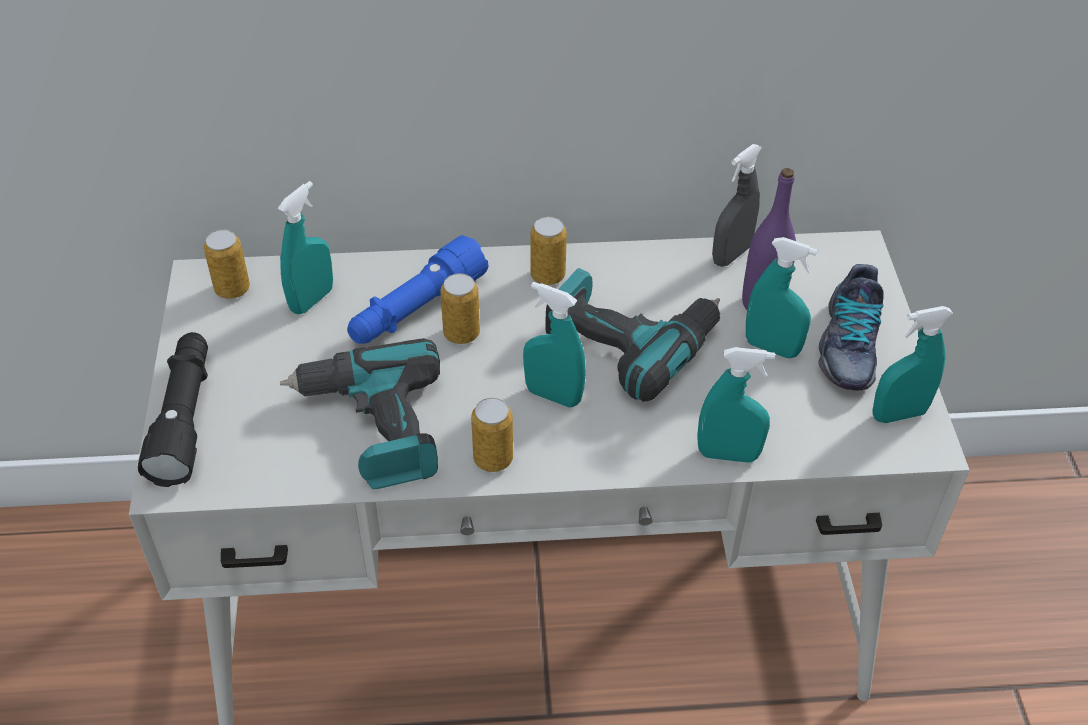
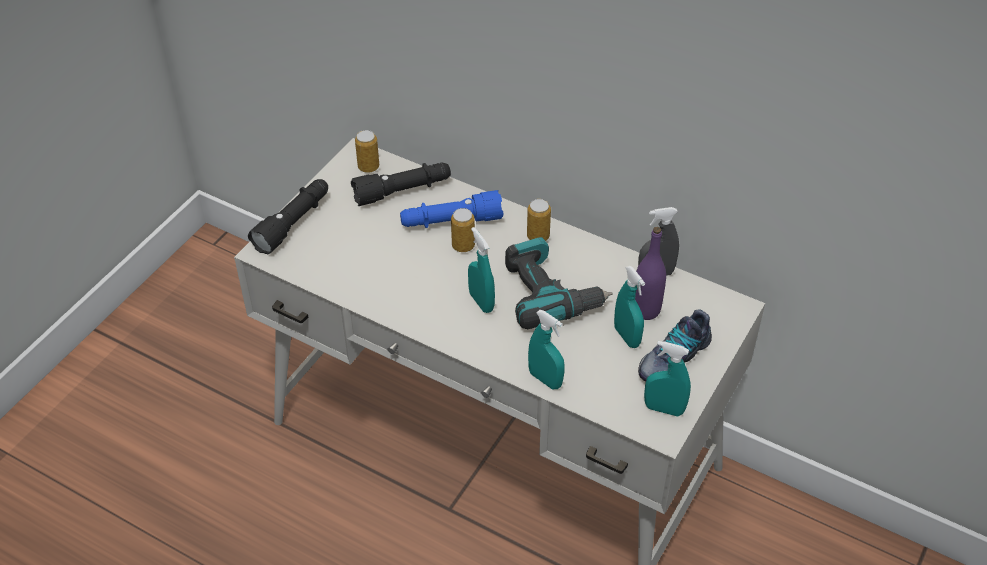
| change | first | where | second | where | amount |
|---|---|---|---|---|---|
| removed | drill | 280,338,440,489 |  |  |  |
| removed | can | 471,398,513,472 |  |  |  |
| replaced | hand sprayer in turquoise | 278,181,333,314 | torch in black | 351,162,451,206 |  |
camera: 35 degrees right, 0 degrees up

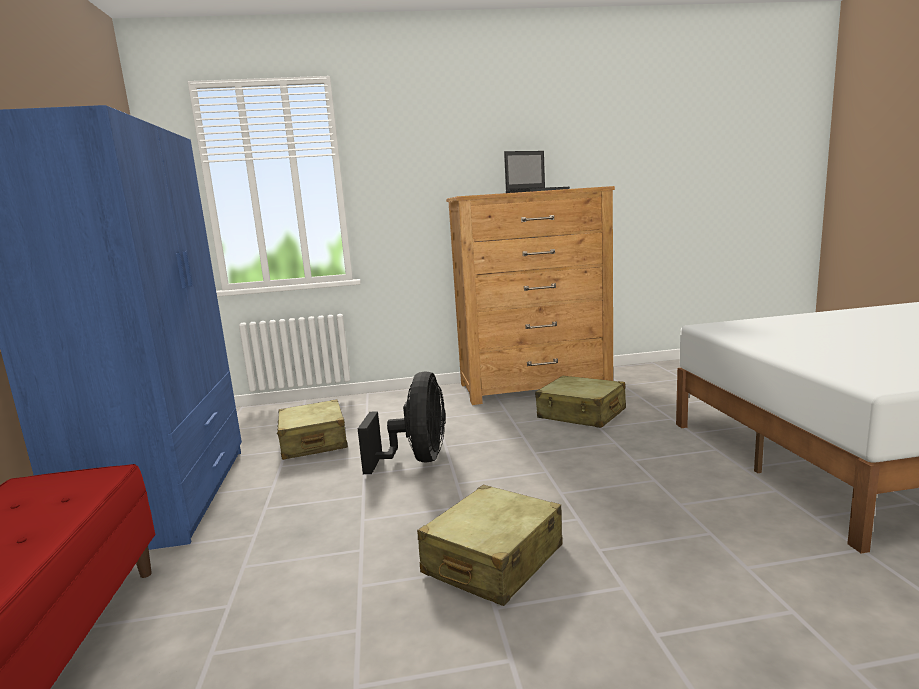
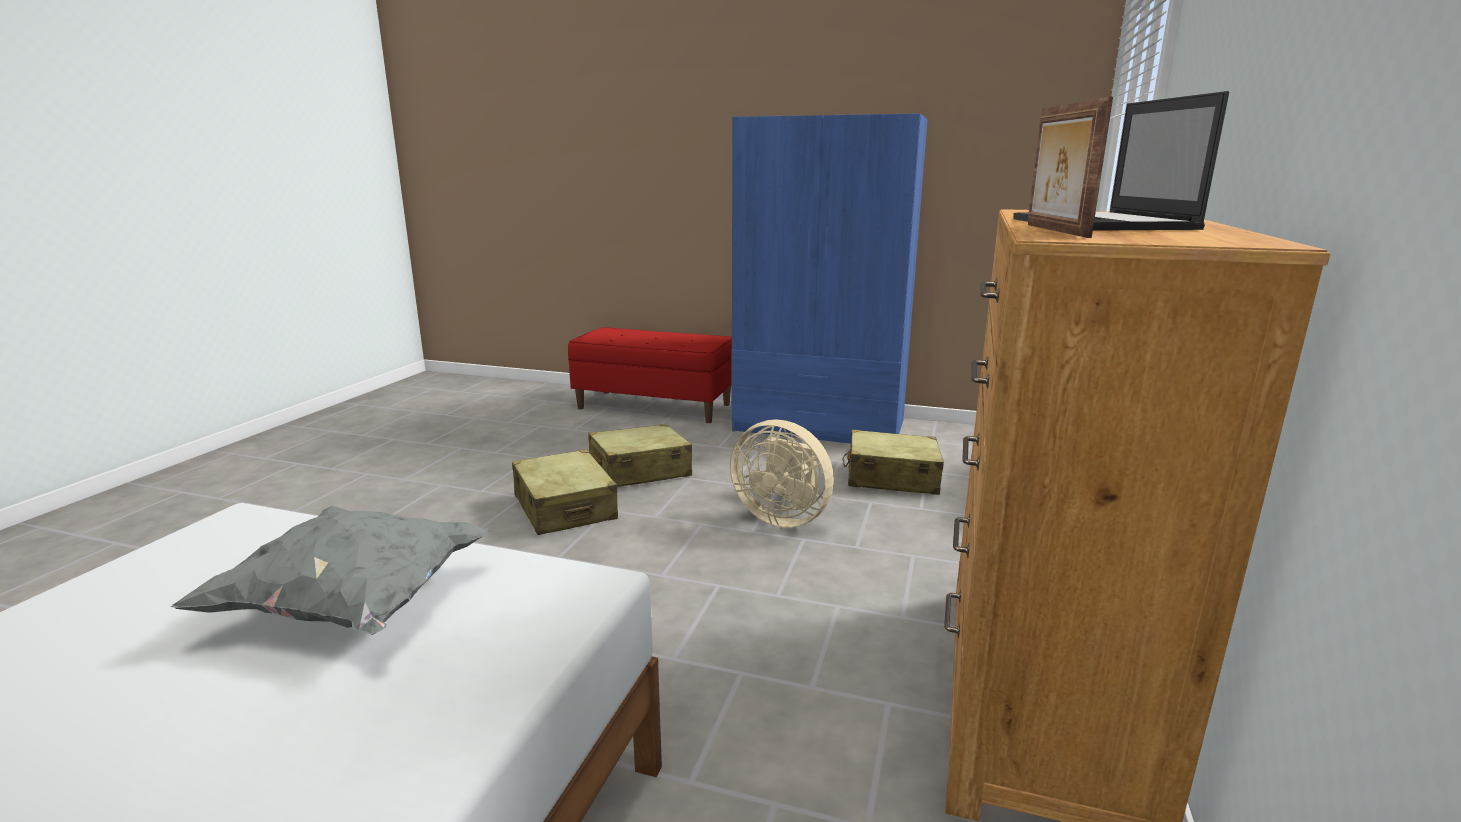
| change | first | where | second | where | amount |
|---|---|---|---|---|---|
| added |  |  | pillow in gray | 171,506,490,635 |  |
| added |  |  | photo frame | 1028,97,1113,238 |  |
| moved | travel case in beige-coloured | 535,376,626,428 |  | 588,424,692,487 |  |
| recoloured | fan in black | 358,371,446,474 | fan in beige-coloured | 730,419,834,528 |  |
camera: 115 degrees right, 5 degrees up

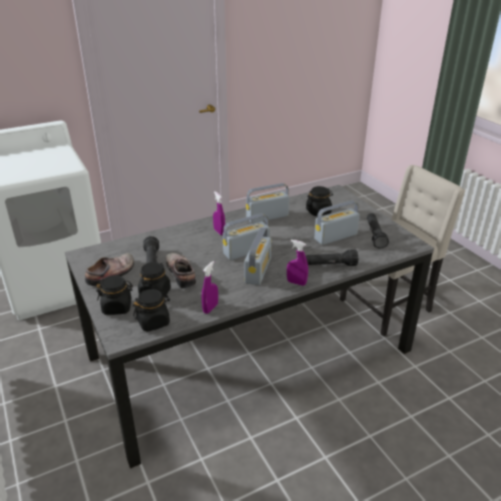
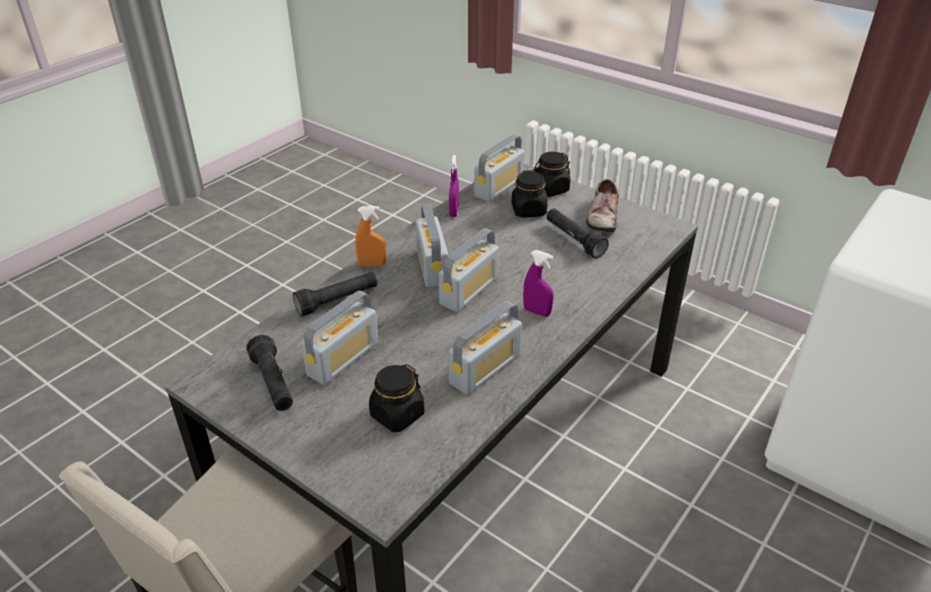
| change | first | where | second | where | amount |
|---|---|---|---|---|---|
| removed | low shoe | 166,253,196,288 |  |  |  |
| replaced | preserve jar in black | 133,289,170,332 | radio receiver | 474,135,525,202 |  |
| recoloured | hand sprayer in purplish | 287,240,308,286 | hand sprayer in orange-coloured | 355,206,387,266 |  |
camera: 155 degrees right, 5 degrees up

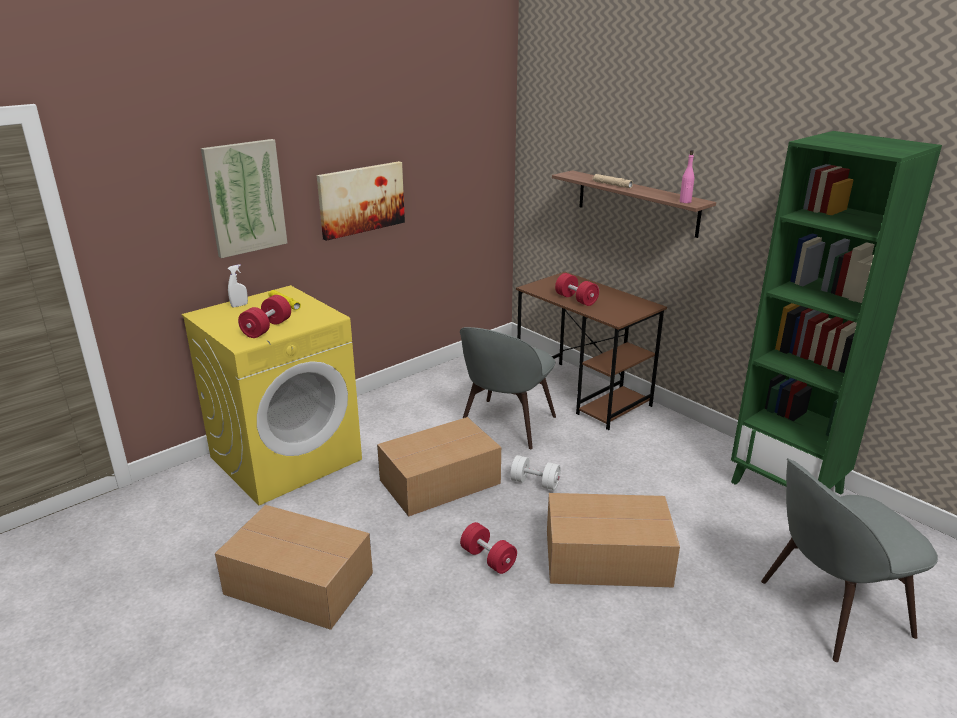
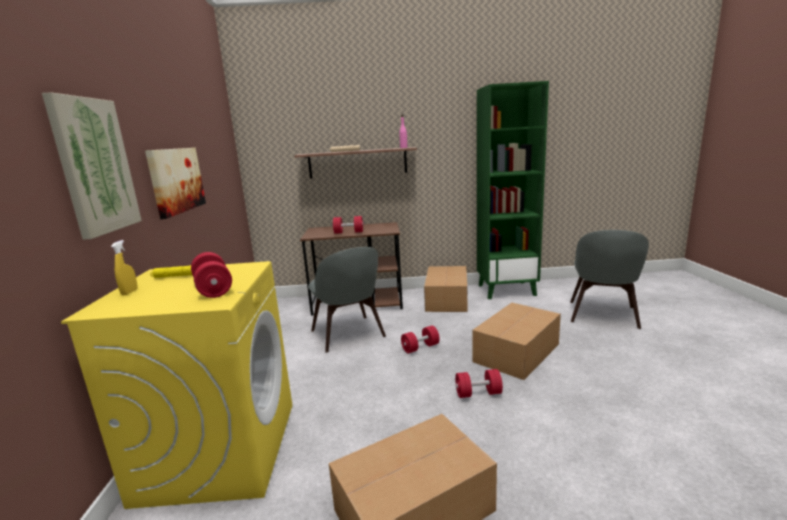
| change | first | where | second | where | amount |
|---|---|---|---|---|---|
| moved | cardboard box | 377,417,501,517 |  | 424,266,468,312 |  |
| recoloured | hand sprayer in white-coloured | 228,264,248,307 | hand sprayer in yellowish | 111,240,137,295 |  |
| recoloured | dumbbell in white-coloured | 510,455,561,490 | dumbbell in red | 401,326,440,353 |  |
camera: 50 degrees left, 10 degrees down

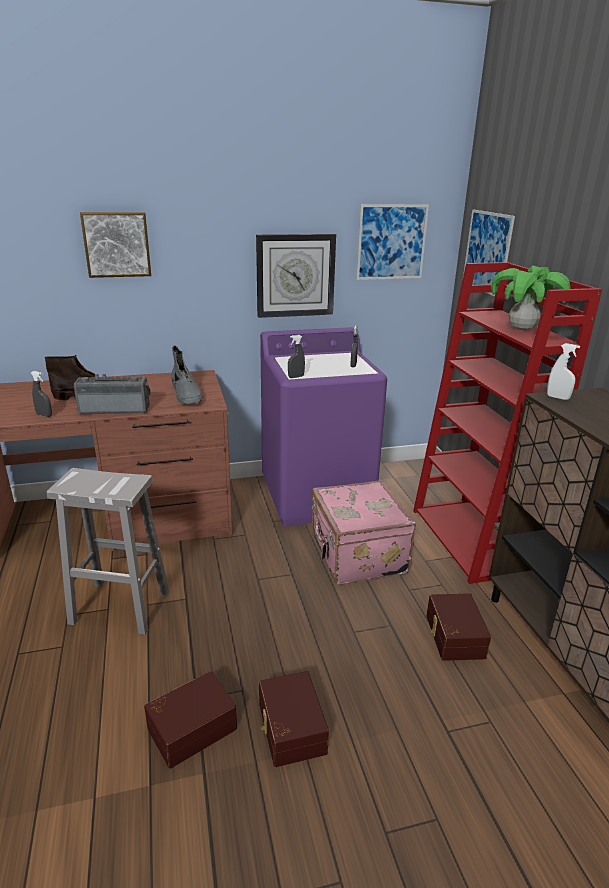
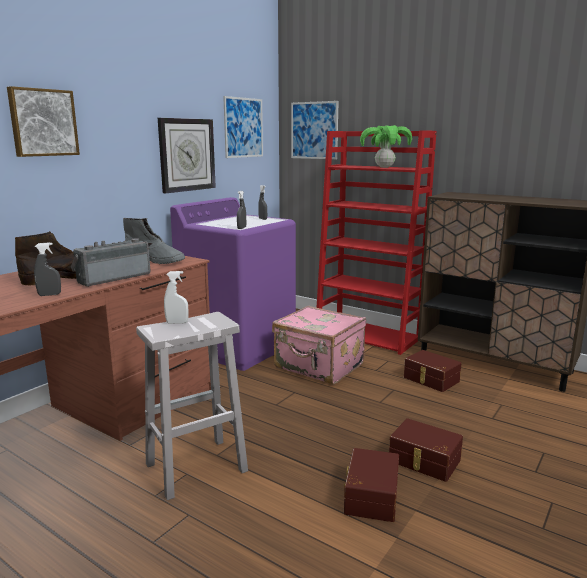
| change | first | where | second | where | amount |
|---|---|---|---|---|---|
| moved | hand sprayer in white-coloured | 547,343,580,400 |  | 164,271,189,324 |  |
camera: 40 degrees left, 10 degrees down

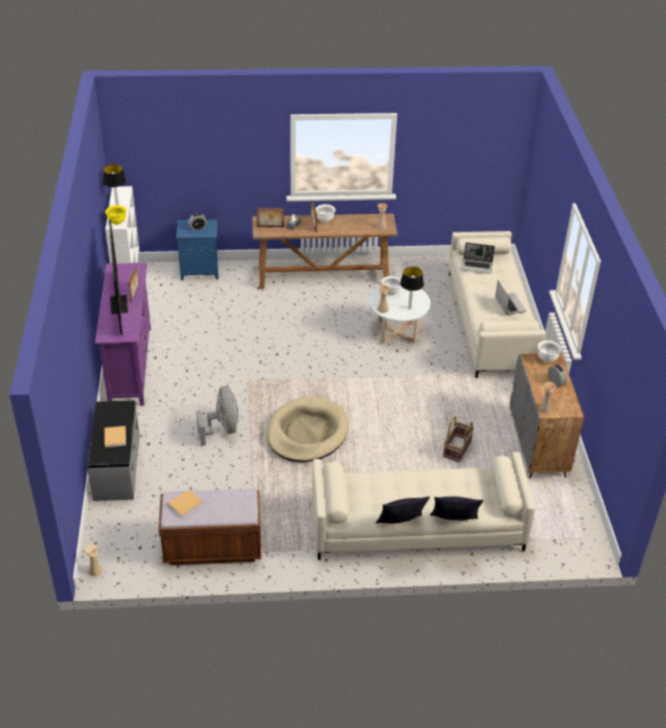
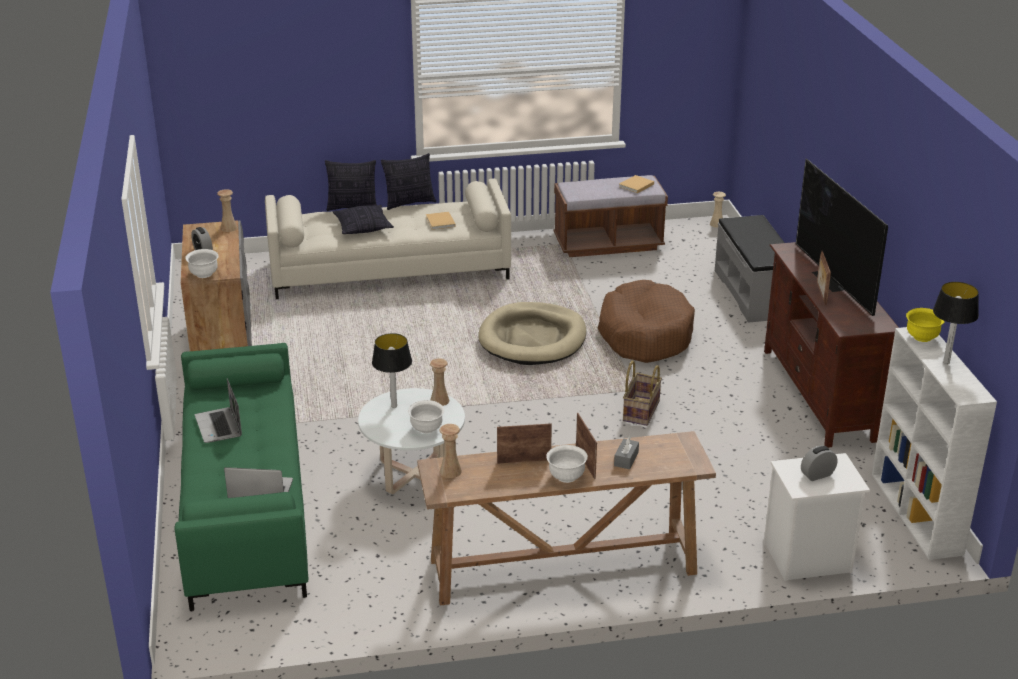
| change | first | where | second | where | amount |
|---|---|---|---|---|---|
| added |  |  | pillow | 333,205,394,234 |  |
| moved | book in beige-coloured | 105,426,126,447 |  | 426,212,456,230 |  |
| moved | photo frame | 256,208,284,227 |  | 497,423,552,464 |  |
| moved | basket | 443,417,474,463 |  | 623,360,662,426 |  |
| replaced | fan in gray | 196,386,238,446 | dog cushion in brown | 598,280,695,363 |  |
| recoloured | tv unit in purplish | 95,263,151,406 | tv unit in brown | 764,242,899,448 |  |
| recoloured | bedside table in blue | 176,219,219,280 | bedside table in white-coloured | 764,453,870,581 |  |
| recoloured | sofa in beige-coloured | 449,231,546,378 | sofa in greenish | 175,343,309,611 |  |
camera: 175 degrees right, 10 degrees down

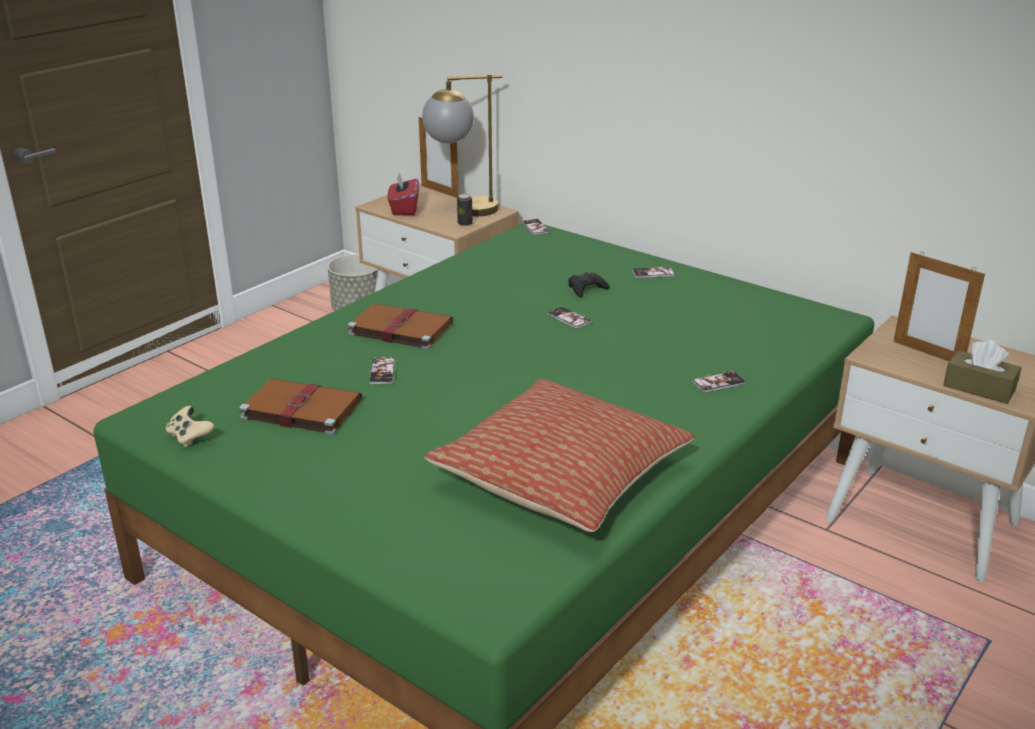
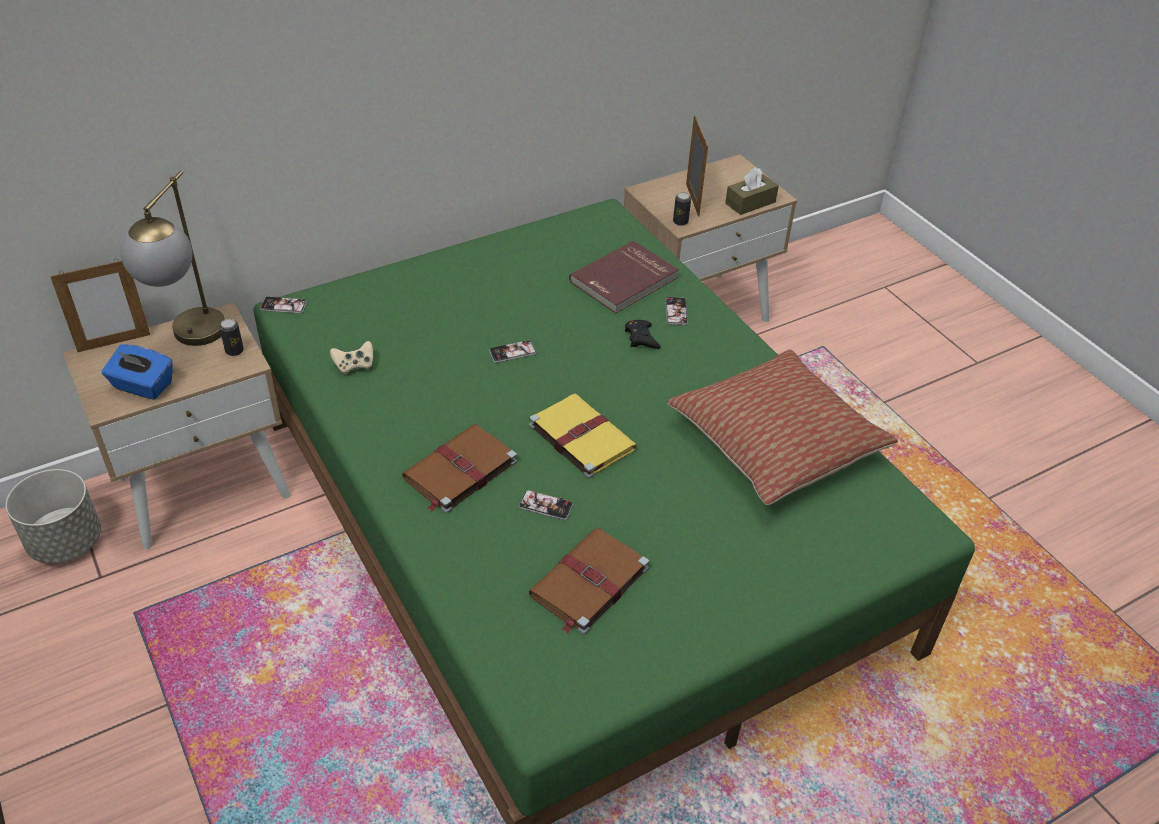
| change | first | where | second | where | amount |
|---|---|---|---|---|---|
| removed | phone | 632,265,675,278 |  |  |  |
| added |  |  | book in yellowish | 529,393,637,478 |  |
| added |  |  | book in red | 569,241,679,313 |  |
| added |  |  | can | 673,192,691,226 |  |
| moved | game controller in beige-coloured | 166,406,214,447 |  | 330,341,373,375 |  |
| moved | game controller in black | 568,272,610,298 |  | 625,320,661,349 |  |
| recoloured | box of tissues in red | 387,173,419,215 | box of tissues in blue | 102,344,172,400 |  |
| turned | photo frame | 894,252,985,361 |  | 686,115,708,217 | 75 degrees counterclockwise |
camera: 70 degrees left, 15 degrees up

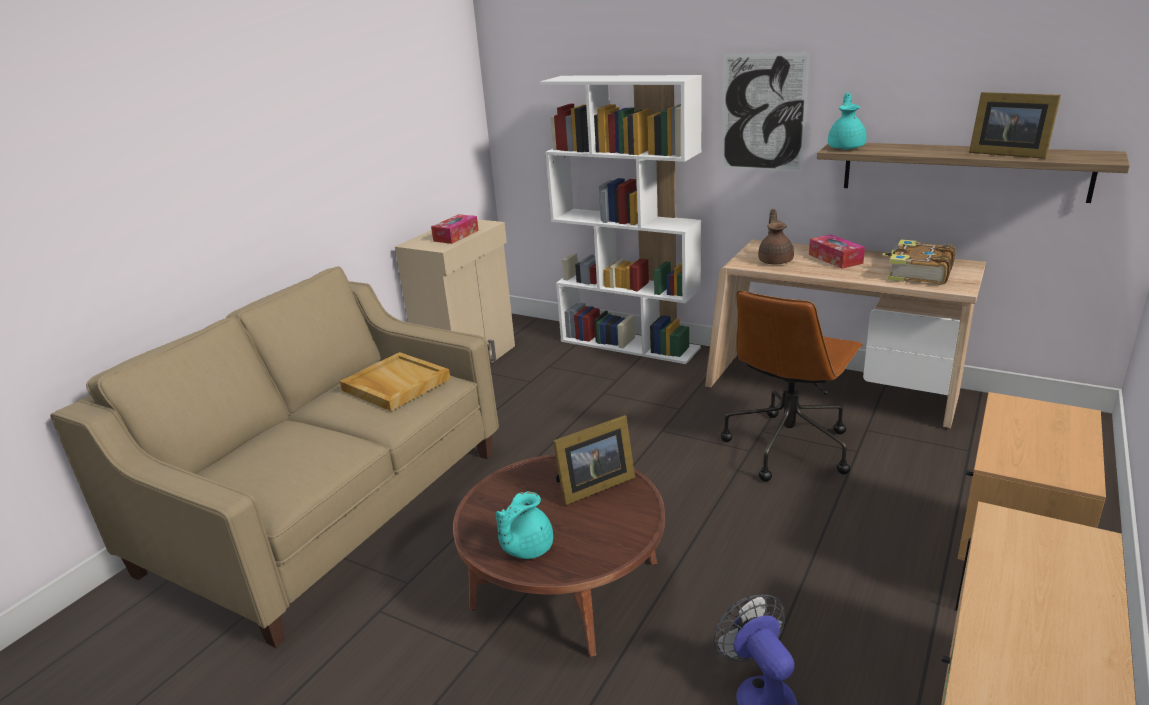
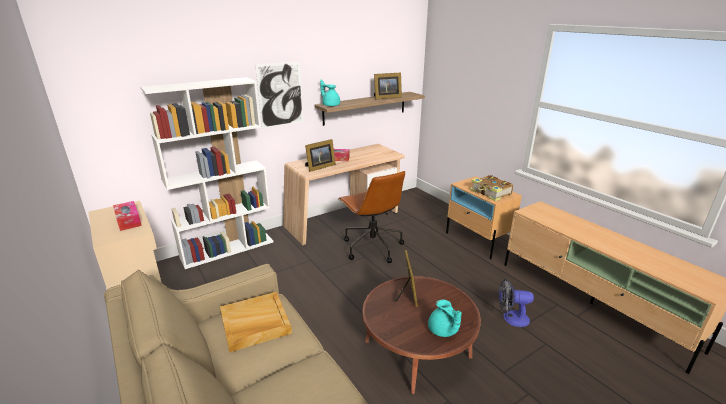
| change | first | where | second | where | amount |
|---|---|---|---|---|---|
| moved | book | 882,240,955,285 |  | 470,175,513,201 |  |
| replaced | tea pot in brown | 758,209,794,265 | photo frame | 305,139,336,172 |  |
camera: 65 degrees left, 0 degrees up

